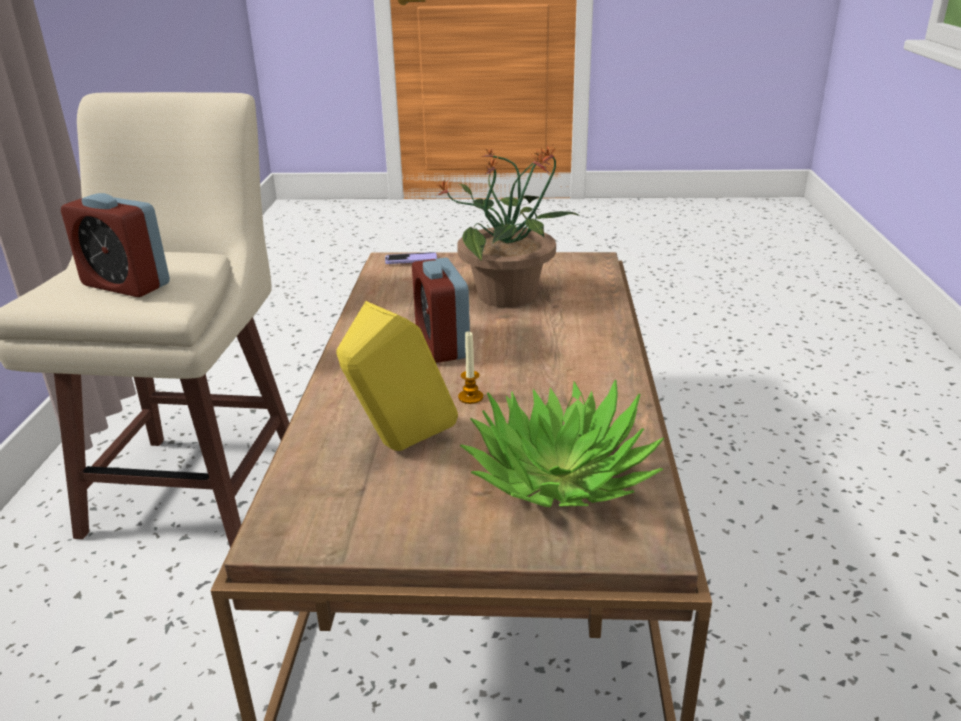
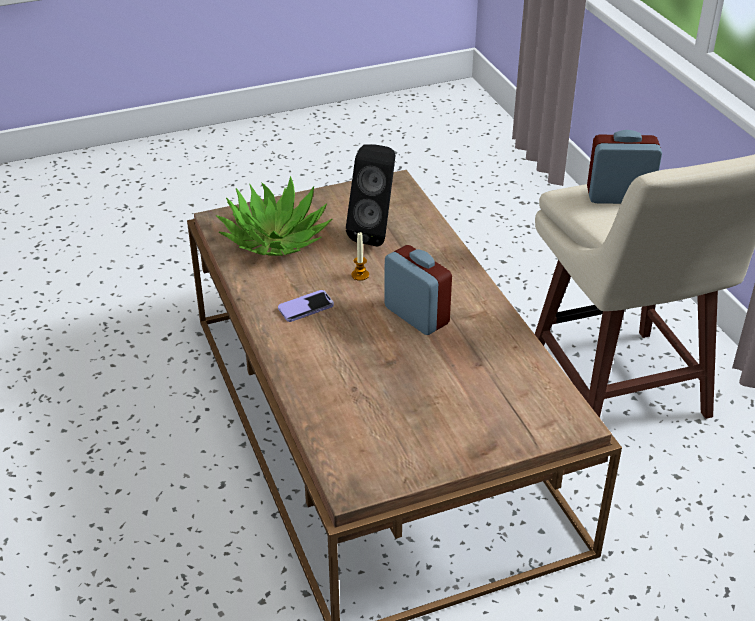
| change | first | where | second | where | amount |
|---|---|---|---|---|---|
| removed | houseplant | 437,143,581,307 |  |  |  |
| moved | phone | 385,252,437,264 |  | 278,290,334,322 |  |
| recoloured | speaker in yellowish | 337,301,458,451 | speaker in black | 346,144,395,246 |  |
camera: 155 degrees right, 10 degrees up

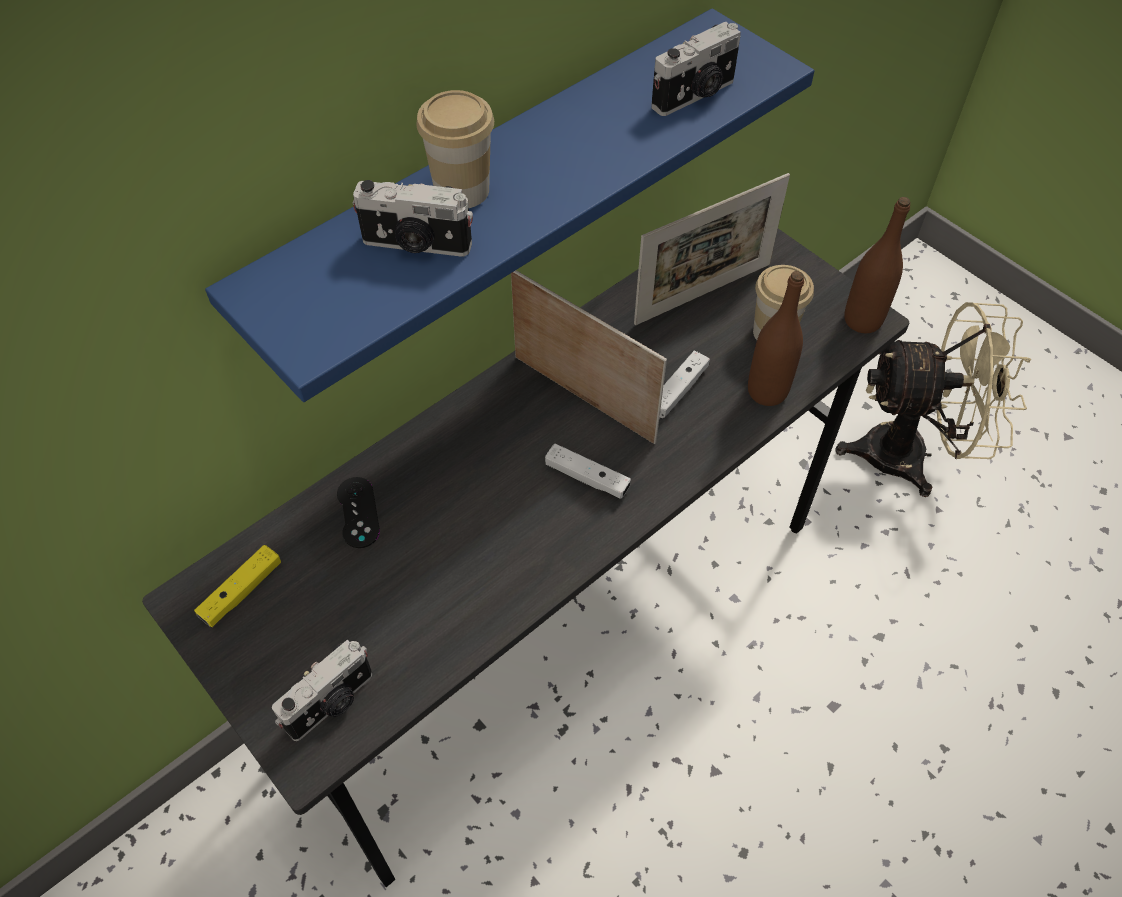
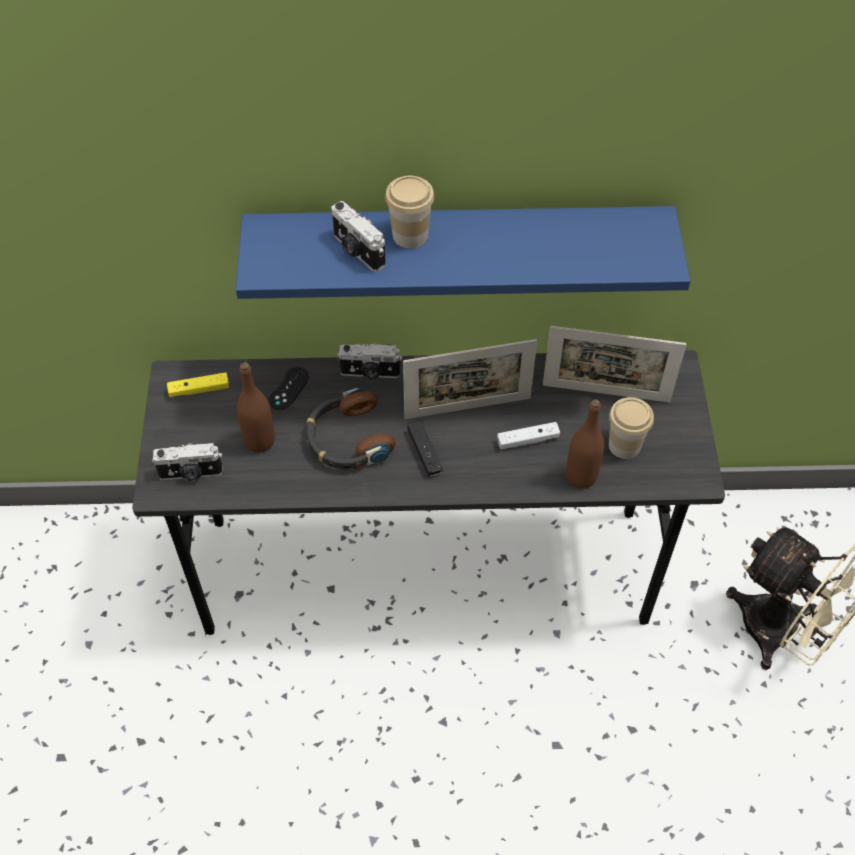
| change | first | where | second | where | amount |
|---|---|---|---|---|---|
| added |  |  | headphones | 306,388,396,469 |  |
| moved | photo camera | 651,22,741,116 |  | 337,343,402,379 |  |
| moved | bottle in brown | 844,197,910,333 |  | 237,362,275,453 |  |
| recoloured | game controller in white-coloured | 545,444,631,499 | game controller in black | 407,421,442,476 |  |
| turned | photo frame | 511,270,667,444 |  | 403,339,537,419 | 90 degrees clockwise |
camera: 40 degrees right, 0 degrees up

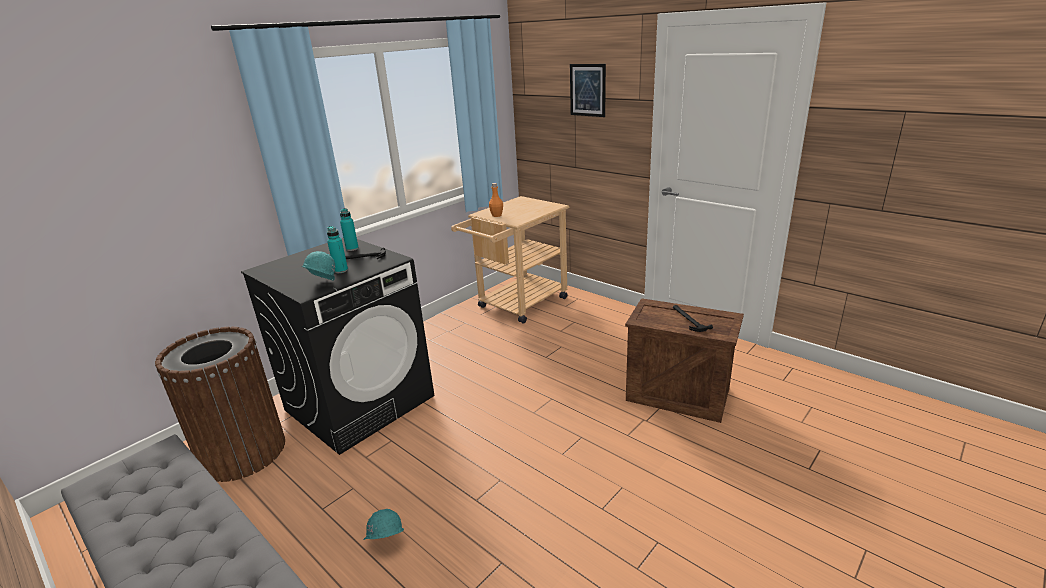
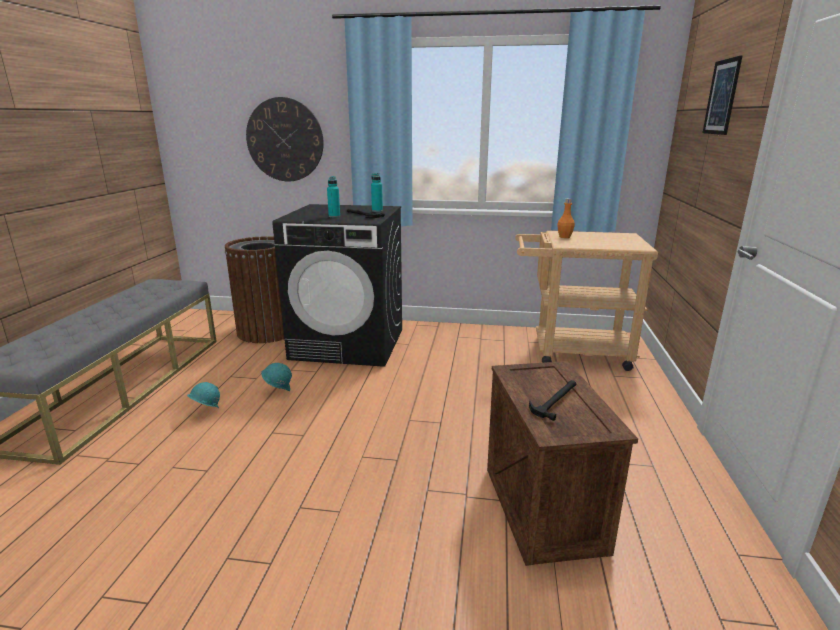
| change | first | where | second | where | amount |
|---|---|---|---|---|---|
| added |  |  | wall clock | 246,97,324,181 |  |
| moved | safety helmet in turquoise | 302,251,335,281 |  | 261,363,292,391 |  |
camera: 55 degrees right, 5 degrees down

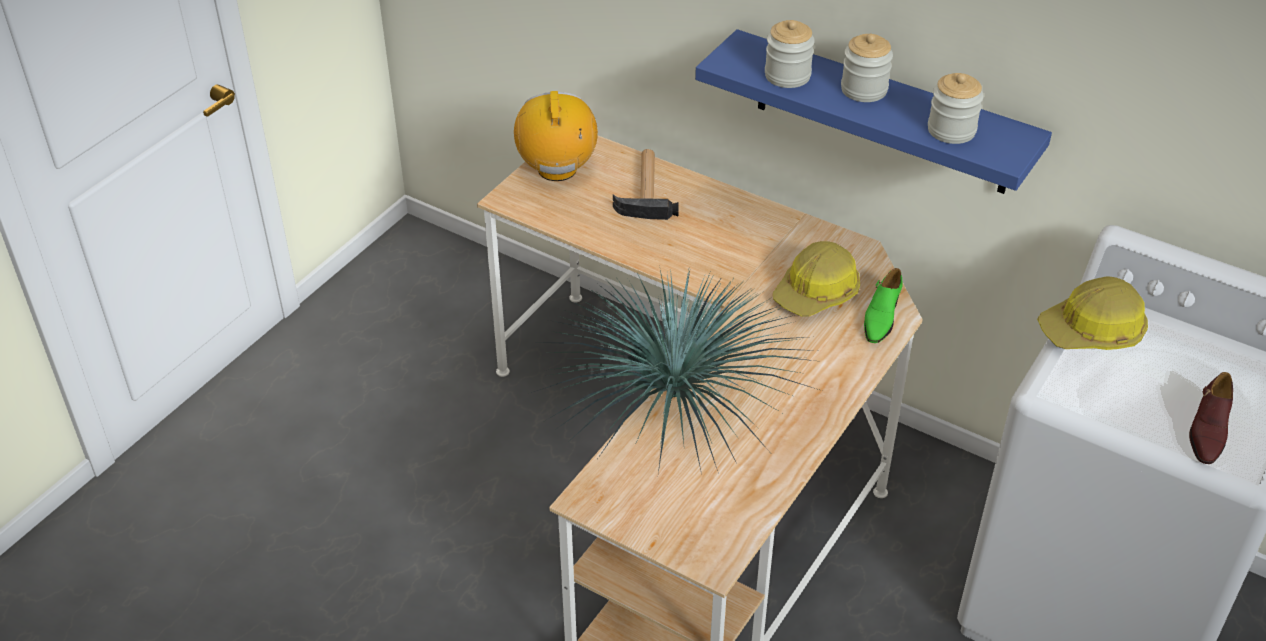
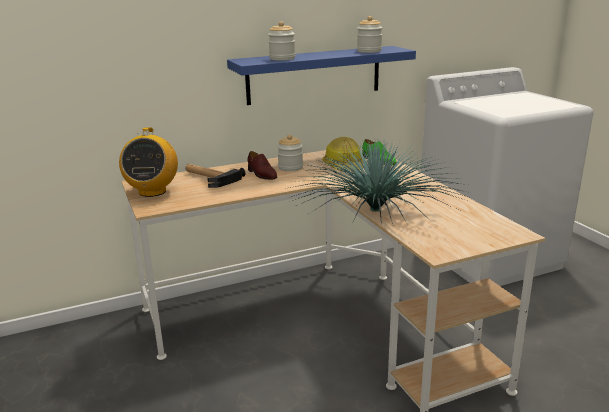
| change | first | where | second | where | amount |
|---|---|---|---|---|---|
| removed | safety helmet | 1037,276,1148,350 |  |  |  |
| moved | preserve jar | 841,34,893,102 |  | 277,135,303,172 |  |
| moved | low shoe in brown | 1189,372,1233,464 |  | 247,151,277,180 |  |
| turned | radio receiver | 514,91,598,181 |  | 119,127,178,197 | 120 degrees counterclockwise |
camera: 55 degrees left, 20 degrees down

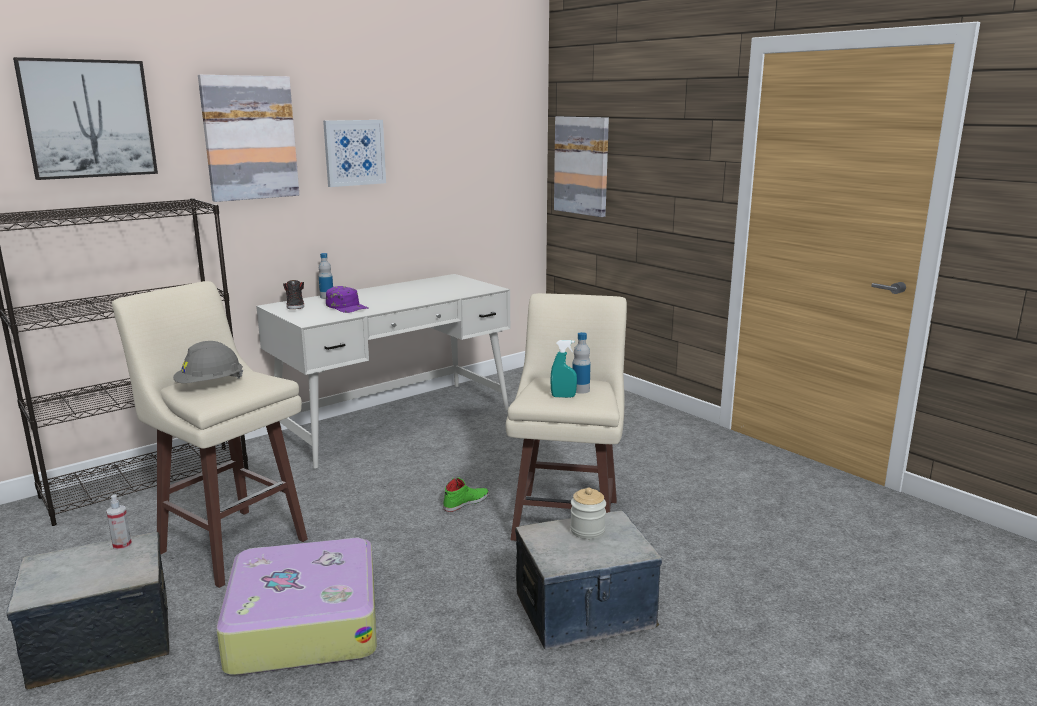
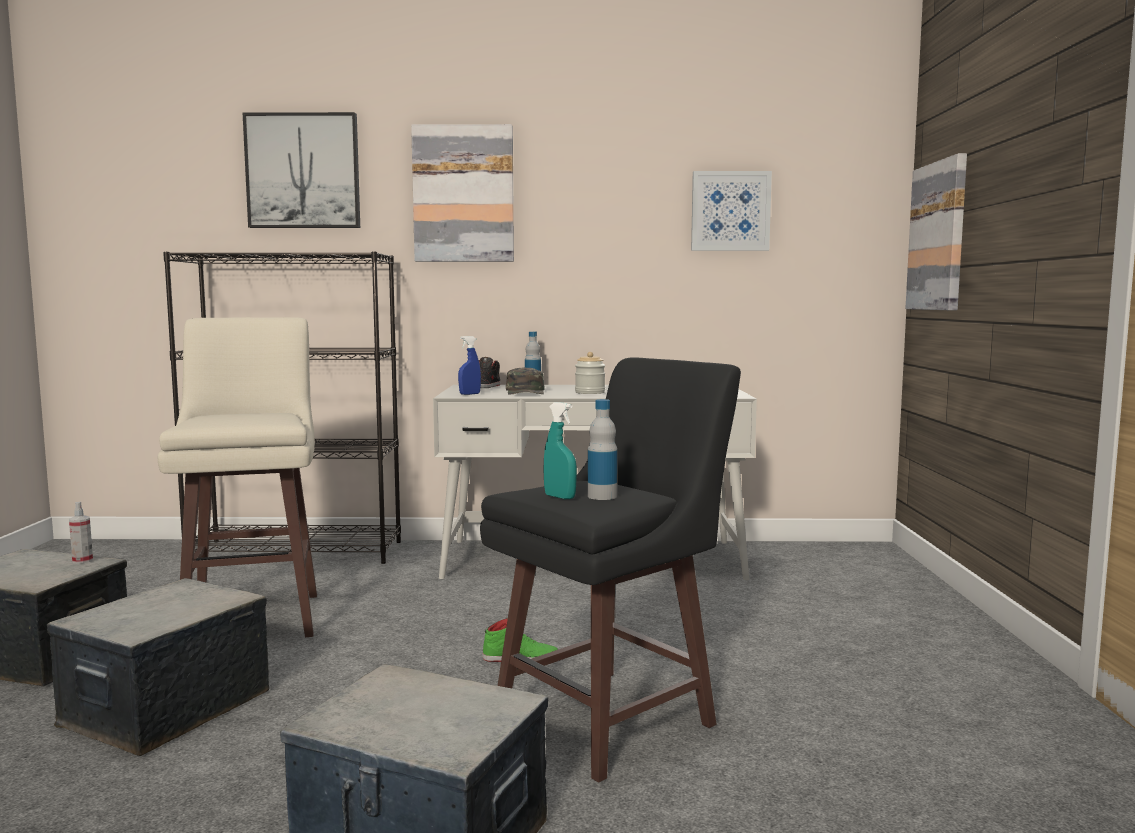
| change | first | where | second | where | amount |
|---|---|---|---|---|---|
| removed | safety helmet in gray | 173,341,243,383 |  |  |  |
| added |  |  | hand sprayer in blue | 458,336,481,395 |  |
| moved | wall art | 323,120,386,187 |  | 691,171,772,251 |  |
| moved | preserve jar | 570,488,606,539 |  | 575,352,605,394 |  |
| replaced | travel case | 216,537,377,675 | storage bin | 47,578,269,756 |  |
| recoloured | peaked cap in purplish | 326,286,369,313 | peaked cap in greenish | 506,367,545,395 |  |
| recoloured | sitting stool in beige-coloured | 506,293,627,541 | sitting stool in black | 480,357,741,783 |  |
camera: 40 degrees right, 10 degrees down

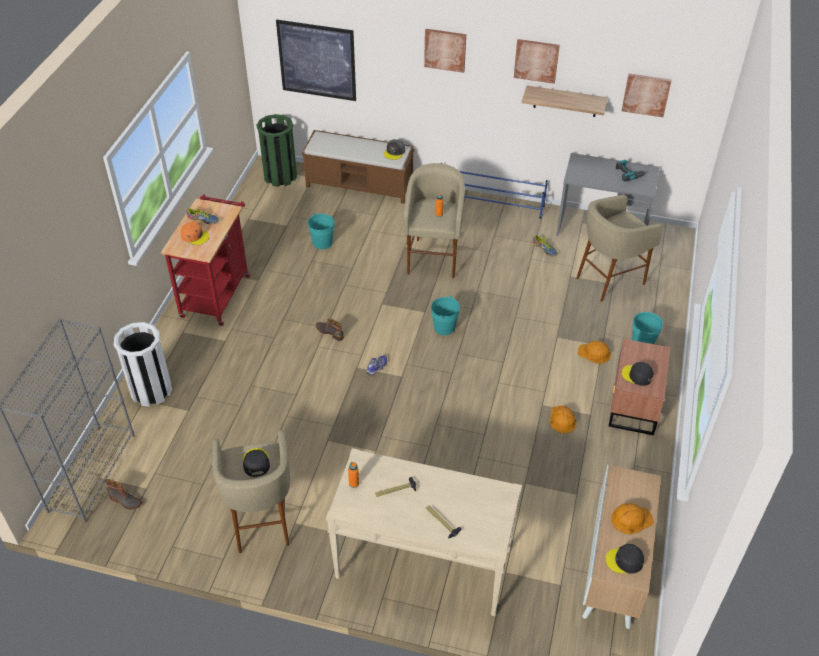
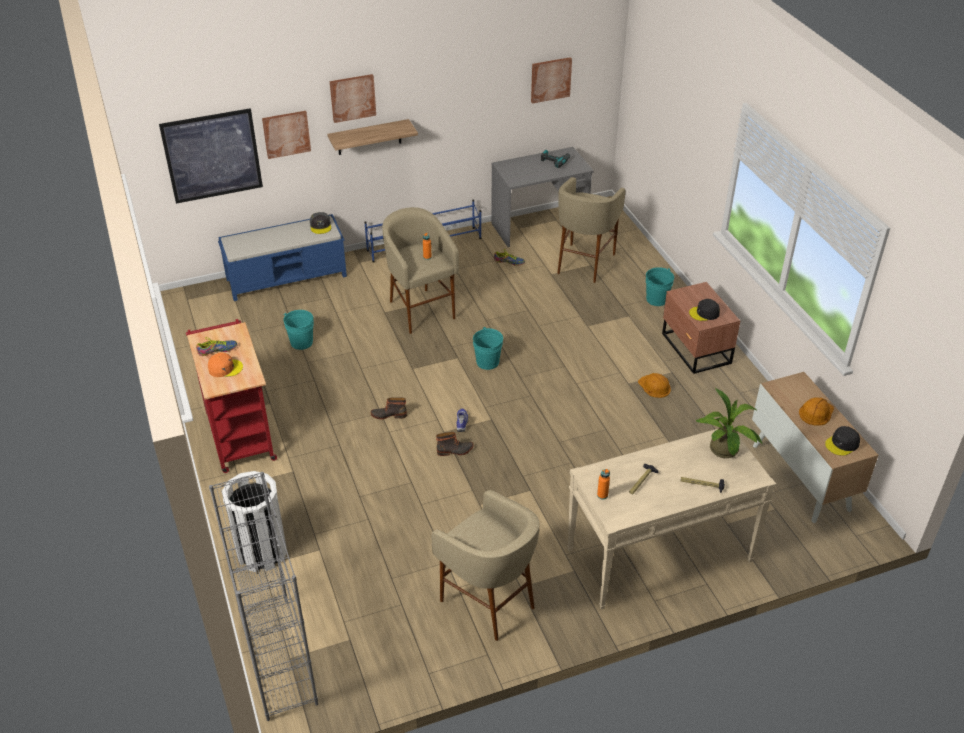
| change | first | where | second | where | amount |
|---|---|---|---|---|---|
| removed | peaked cap in black | 243,448,270,477 |  |  |  |
| removed | rubbish bin in greenish | 256,114,297,187 |  |  |  |
| removed | safety helmet in orange-coloured | 578,341,611,364 |  |  |  |
| added |  |  | houseplant | 696,388,763,458 |  |
| moved | high-top boot | 105,479,142,509 |  | 436,432,474,456 |  |
| moved | wall art | 514,39,560,84 |  | 262,111,311,159 |  |
| moved | wall shelf | 522,86,608,117 |  | 327,119,418,155 |  |
| recoloured | long seat in brown | 302,130,415,204 | long seat in blue | 218,214,347,301 |  |
camera: 35 degrees left, 5 degrees down

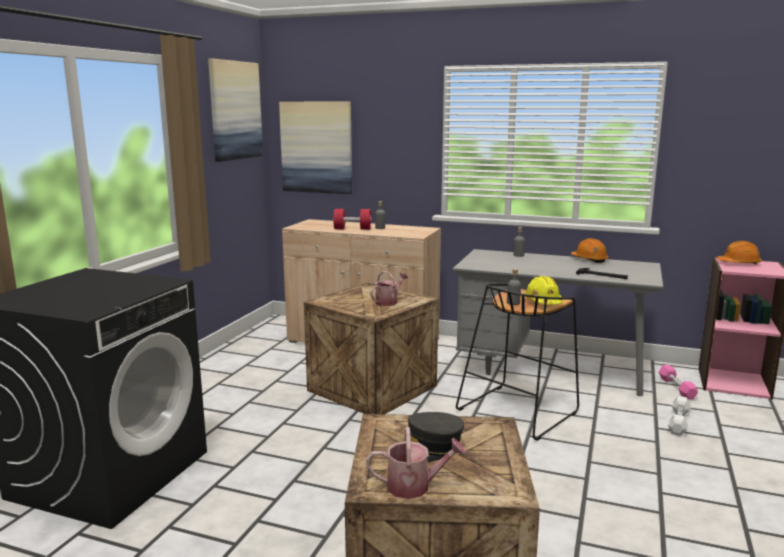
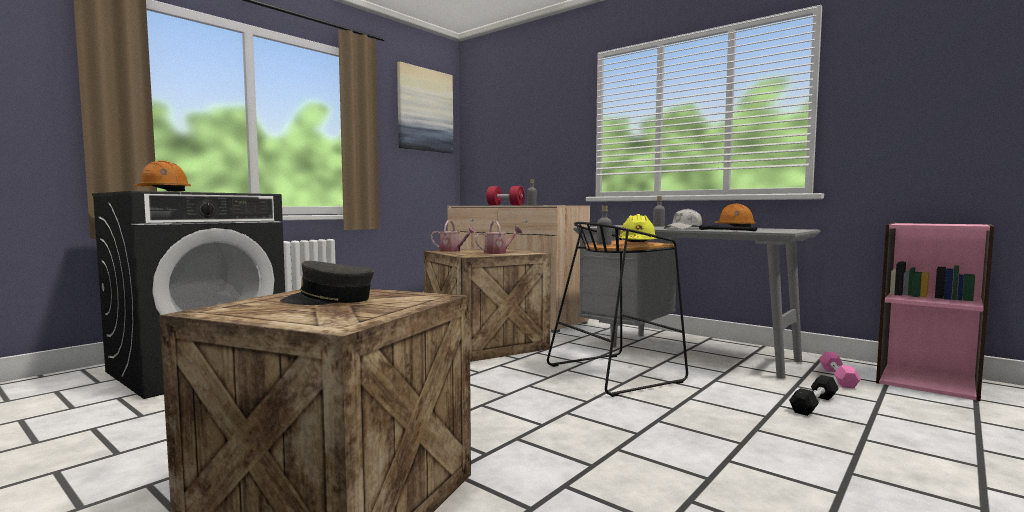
| change | first | where | second | where | amount |
|---|---|---|---|---|---|
| removed | wall art | 279,102,352,194 |  |  |  |
| added |  |  | peaked cap in white-coloured | 664,208,702,229 |  |
| moved | watering pot | 366,427,466,499 |  | 431,220,476,252 |  |
| moved | safety helmet in orange-coloured | 717,241,762,264 |  | 133,160,191,192 |  |
| recoloured | dumbbell in white-coloured | 668,396,691,436 | dumbbell in black | 789,375,839,416 |  |
camera: 20 degrees right, 10 degrees down

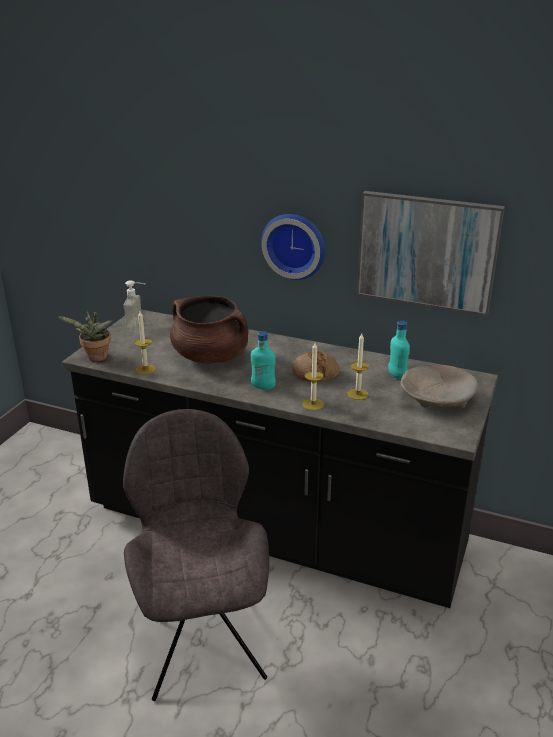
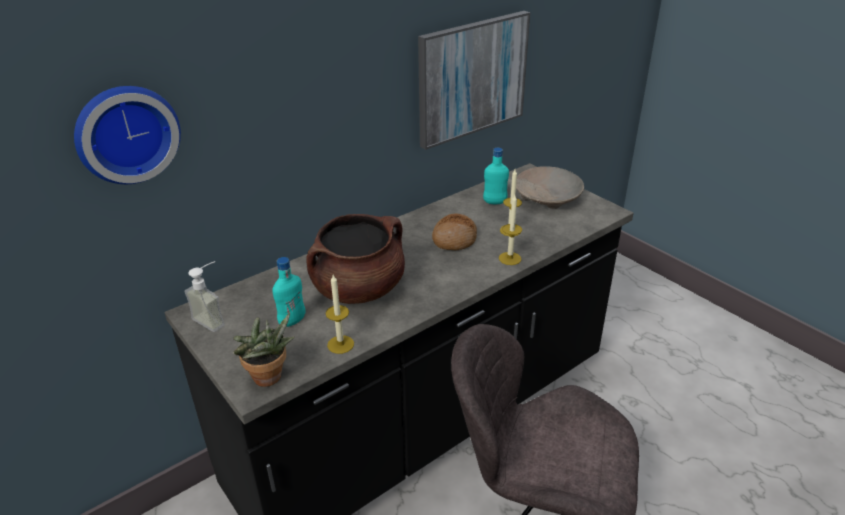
| change | first | where | second | where | amount |
|---|---|---|---|---|---|
| moved | bottle in turquoise | 251,331,276,390 |  | 272,257,306,327 |  |
| moved | wall clock | 261,214,325,280 |  | 74,86,181,184 |  |
camera: 60 degrees left, 5 degrees up

